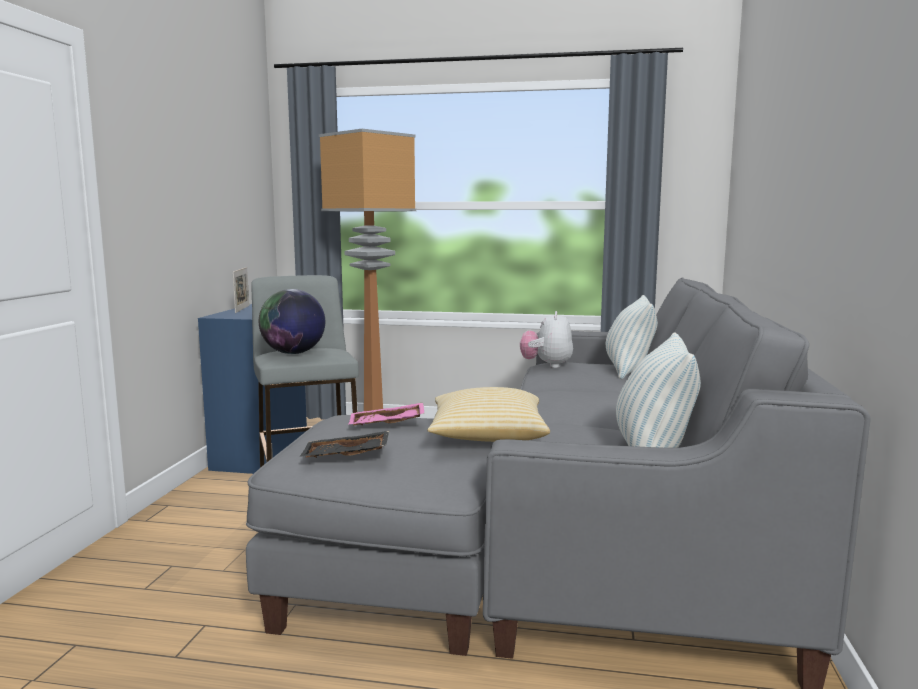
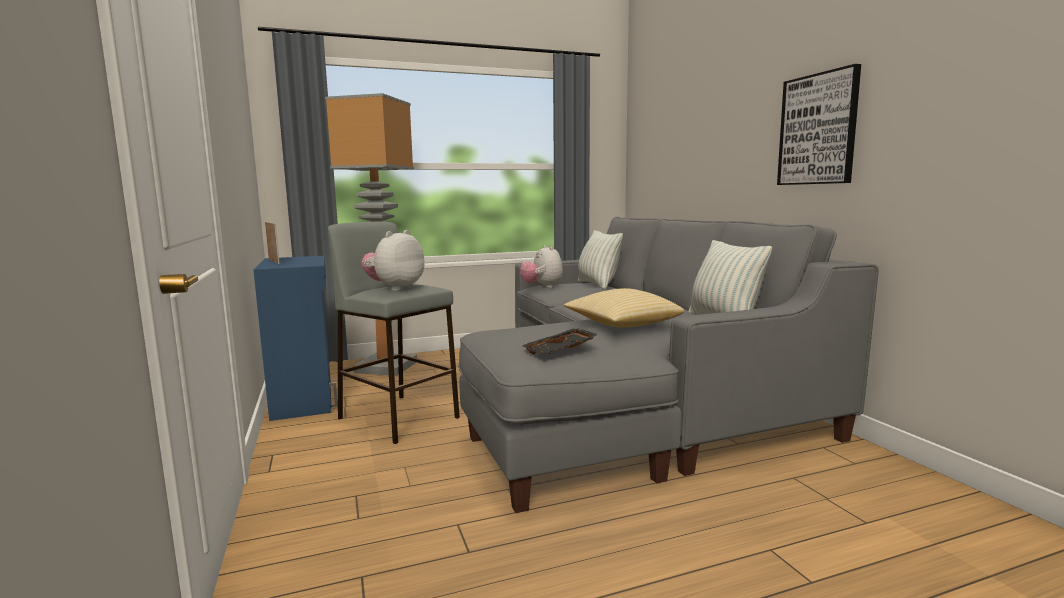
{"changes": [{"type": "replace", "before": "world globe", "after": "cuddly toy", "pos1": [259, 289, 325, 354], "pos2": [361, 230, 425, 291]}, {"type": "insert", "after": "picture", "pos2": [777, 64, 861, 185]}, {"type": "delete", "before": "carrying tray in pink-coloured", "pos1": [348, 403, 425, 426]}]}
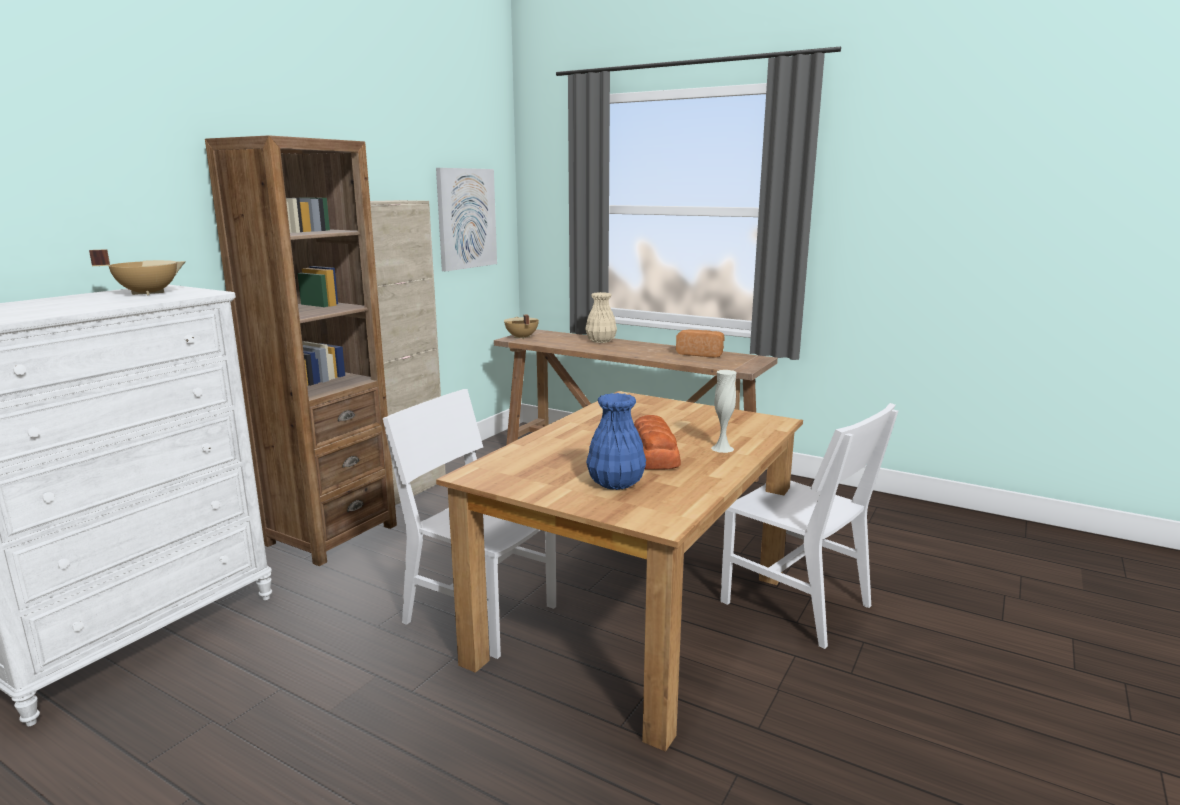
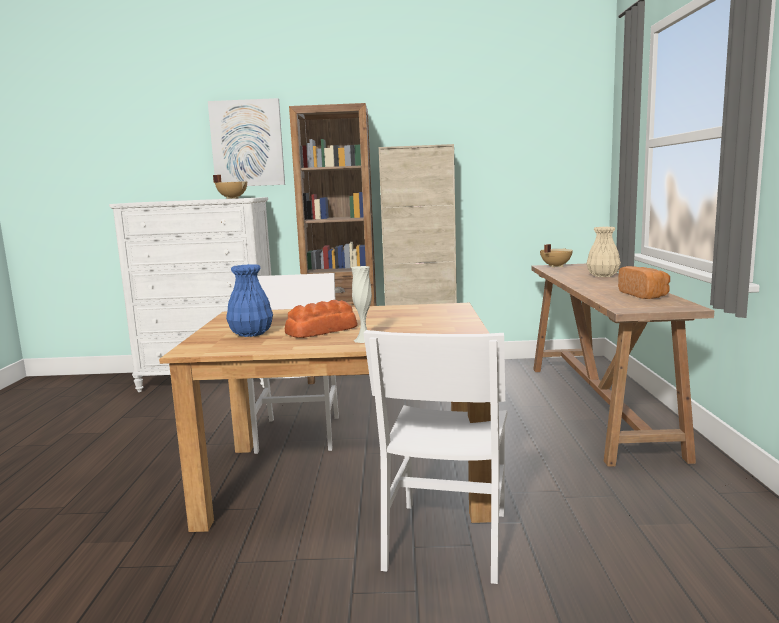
{"changes": [{"type": "move", "before": "picture", "pos1": [436, 168, 497, 271], "pos2": [208, 98, 285, 186]}]}
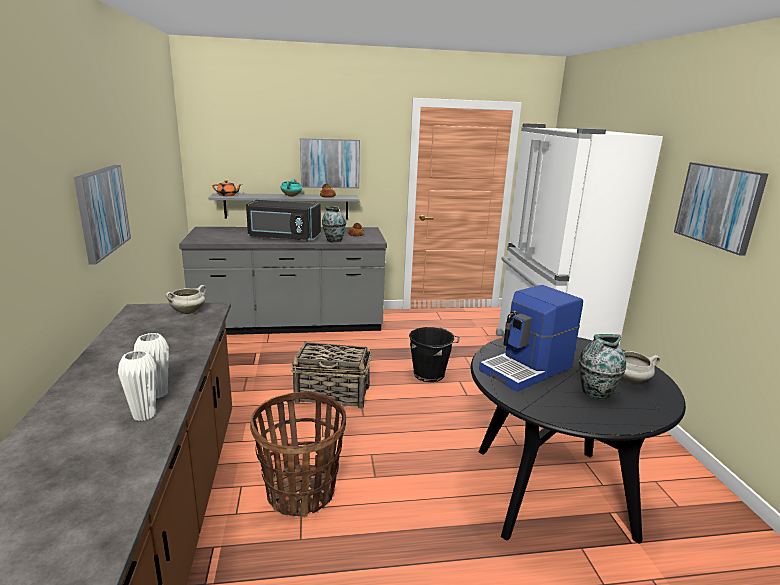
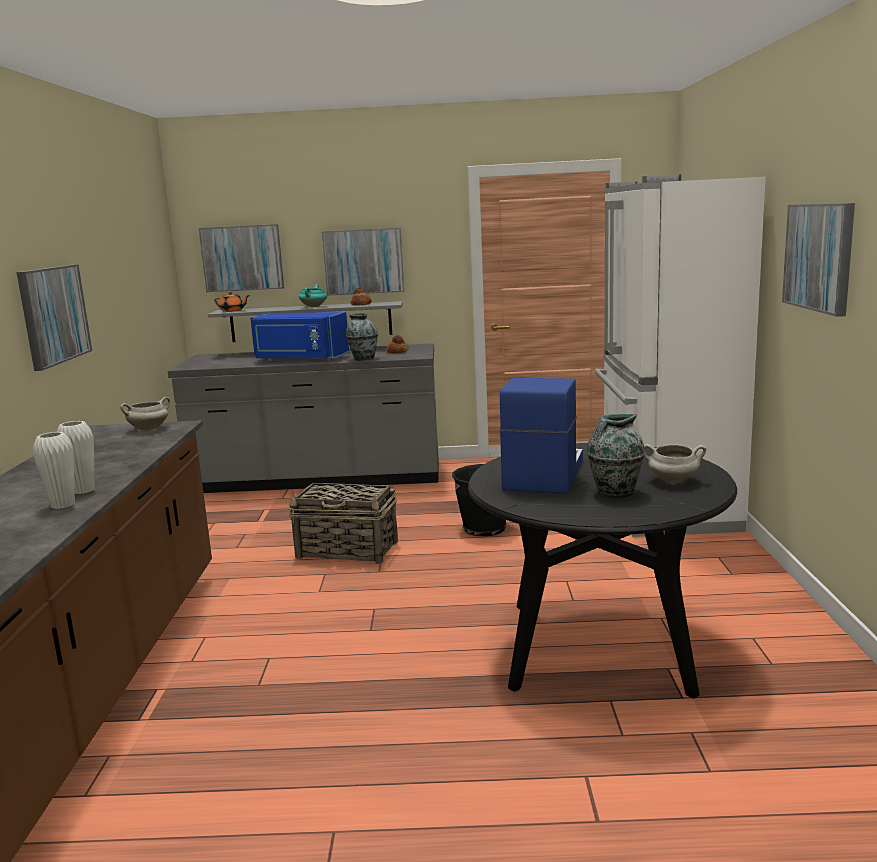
{"changes": [{"type": "insert", "after": "picture", "pos2": [199, 224, 284, 292]}, {"type": "recolor", "before": "microwave oven in black-coloured", "after": "microwave oven in blue-coloured", "pos1": [246, 200, 321, 241], "pos2": [250, 312, 349, 361]}, {"type": "rotate", "before": "coffee brewer", "pos1": [479, 285, 583, 392], "pos2": [499, 378, 583, 494], "turn": 135}, {"type": "delete", "before": "basket", "pos1": [250, 392, 346, 517]}]}
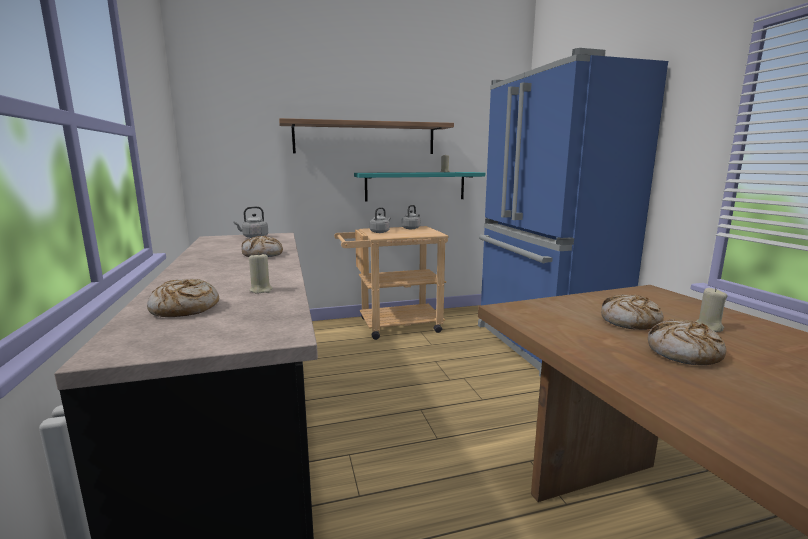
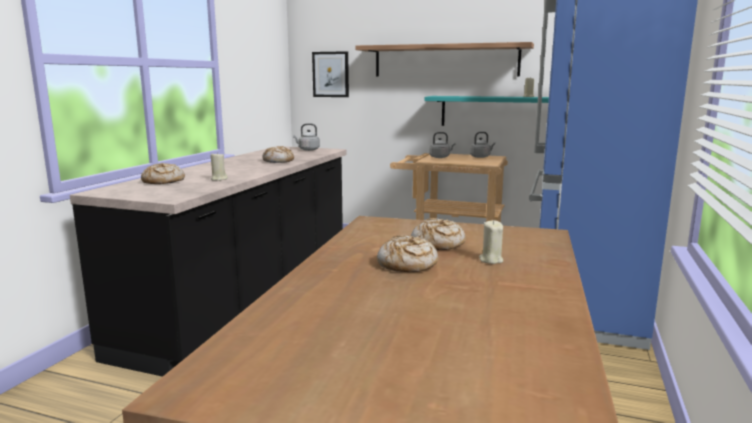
{"changes": [{"type": "insert", "after": "picture", "pos2": [312, 51, 349, 97]}]}
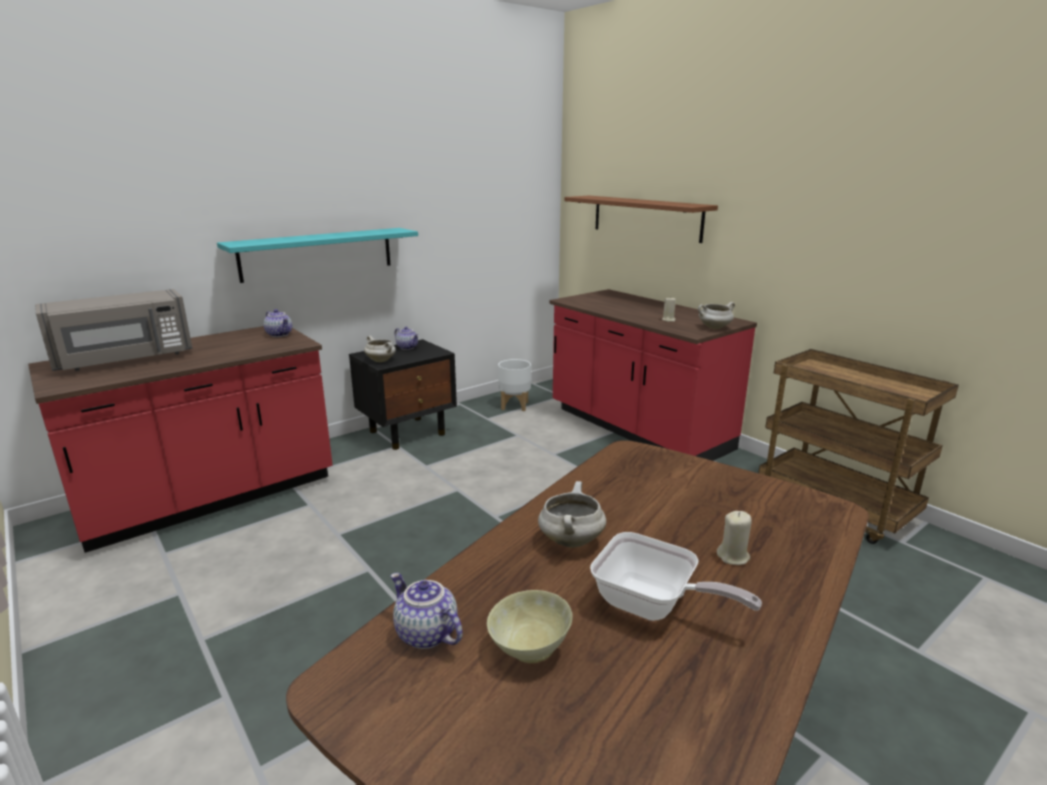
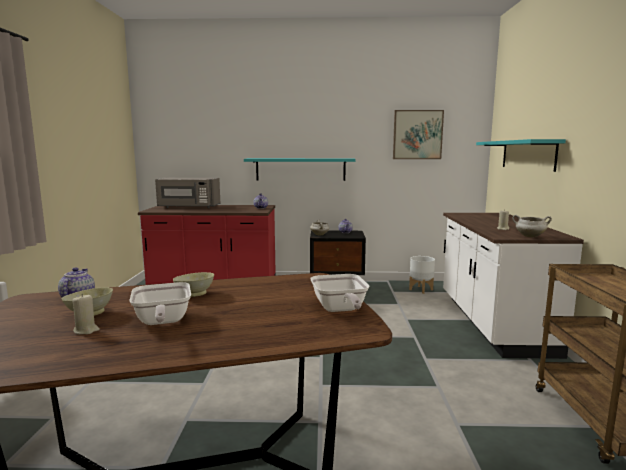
{"changes": [{"type": "move", "before": "wax candle in sand-coloured", "pos1": [717, 511, 752, 565], "pos2": [72, 294, 100, 334]}, {"type": "replace", "before": "saucepot in white", "after": "bowl in sand-coloured", "pos1": [538, 481, 606, 548], "pos2": [173, 272, 214, 297]}, {"type": "insert", "after": "pan", "pos2": [310, 274, 369, 312]}, {"type": "insert", "after": "picture", "pos2": [393, 110, 444, 159]}, {"type": "recolor", "before": "kitchen base unit in red", "after": "kitchen base unit in white", "pos1": [550, 289, 757, 461], "pos2": [443, 213, 584, 359]}, {"type": "recolor", "before": "wall shelf in brownish", "after": "wall shelf in blue-green", "pos1": [564, 196, 718, 243], "pos2": [476, 139, 566, 172]}]}
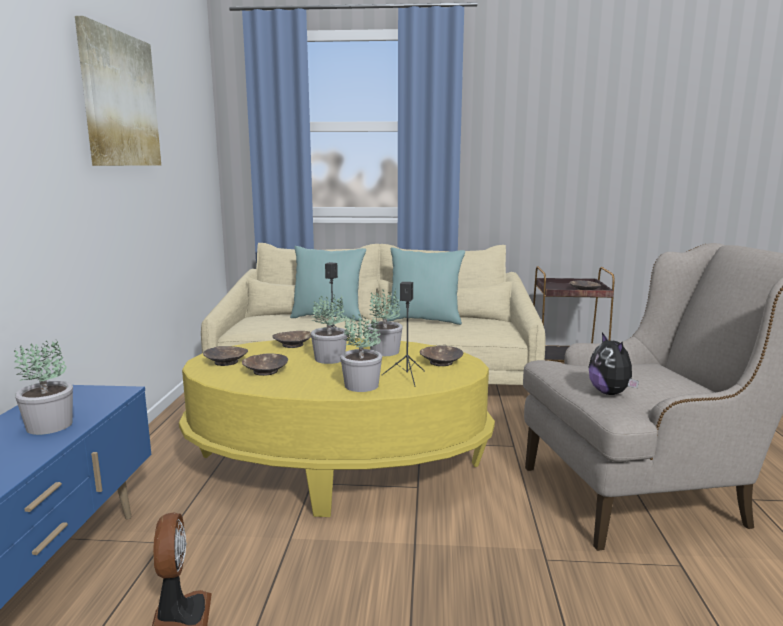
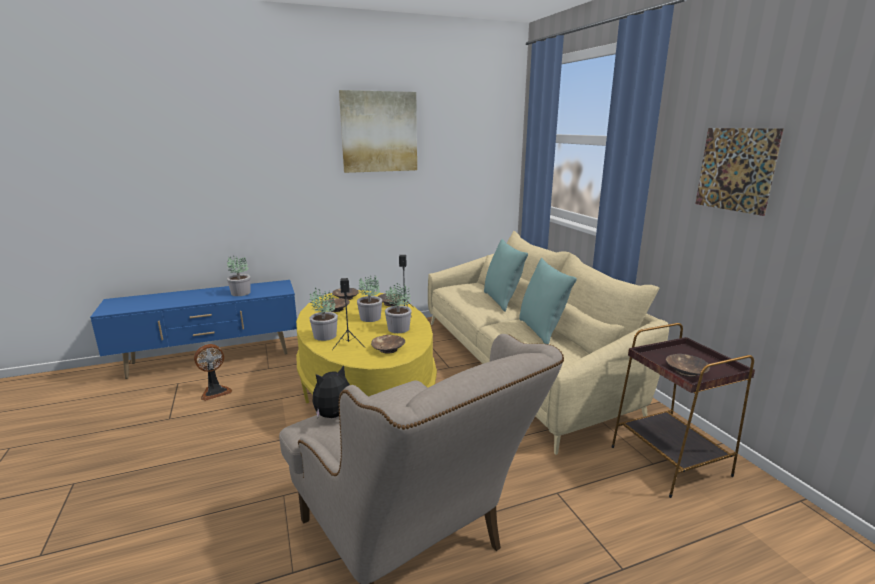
{"changes": [{"type": "insert", "after": "picture", "pos2": [695, 128, 784, 216]}]}
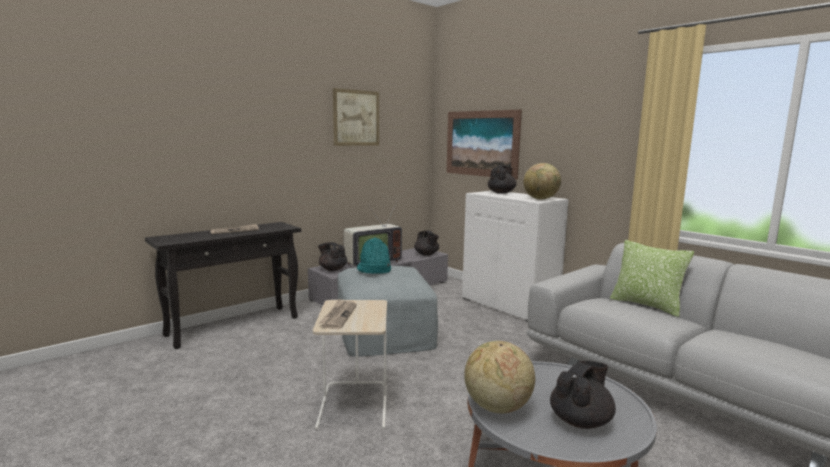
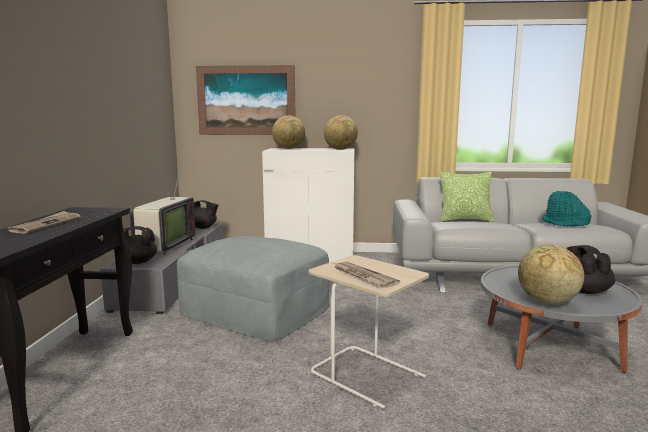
{"changes": [{"type": "replace", "before": "pot for tea in black-coloured", "after": "world globe", "pos1": [488, 166, 516, 194], "pos2": [272, 115, 305, 149]}, {"type": "move", "before": "wearable hat in blue-green", "pos1": [357, 237, 391, 274], "pos2": [542, 191, 592, 227]}, {"type": "delete", "before": "picture", "pos1": [333, 88, 379, 146]}]}
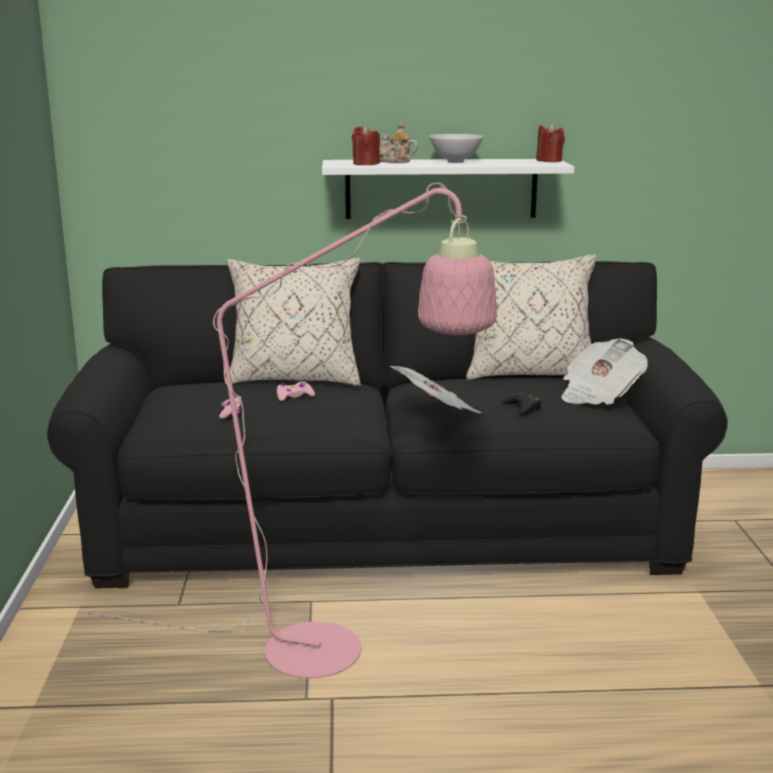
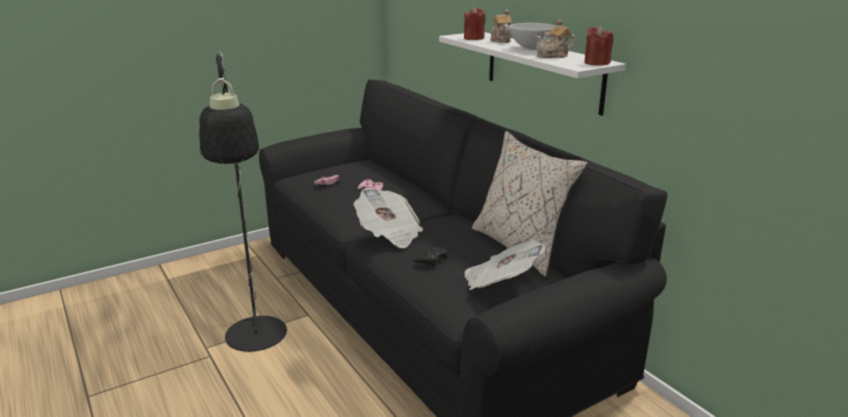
{"changes": [{"type": "recolor", "before": "standing lamp in pink-coloured", "after": "standing lamp in black-coloured", "pos1": [78, 182, 497, 679], "pos2": [199, 51, 287, 352]}, {"type": "insert", "after": "pot for tea", "pos2": [535, 19, 575, 58]}, {"type": "delete", "before": "pillow in sand-coloured", "pos1": [225, 258, 361, 386]}]}
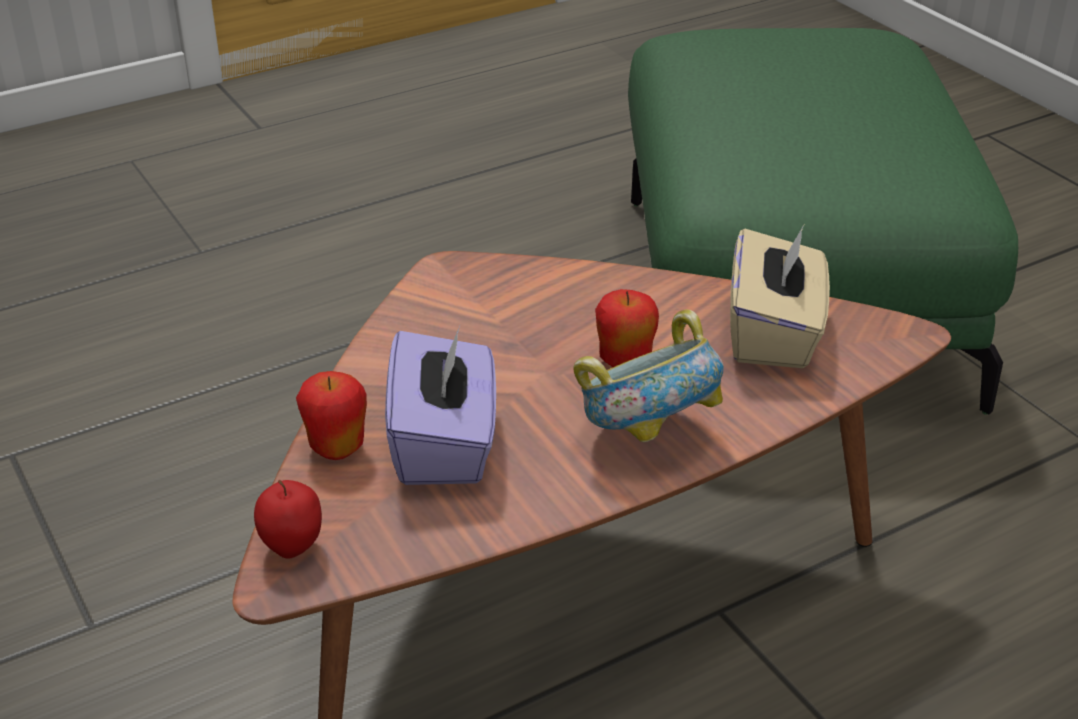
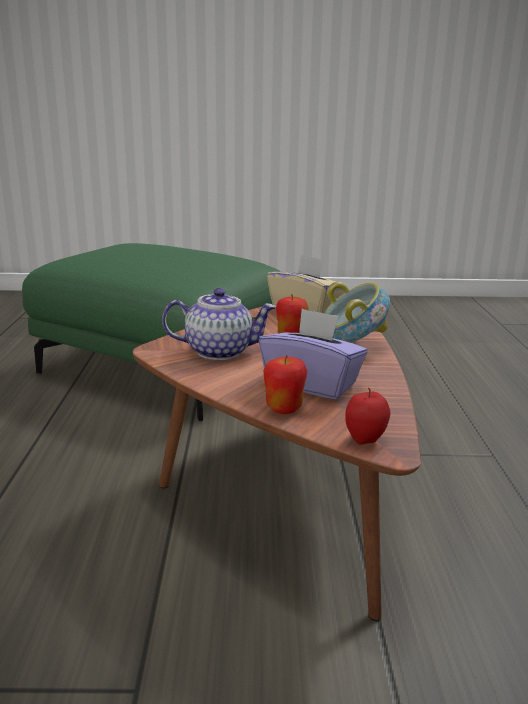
{"changes": [{"type": "insert", "after": "pot for tea", "pos2": [162, 288, 276, 360]}]}
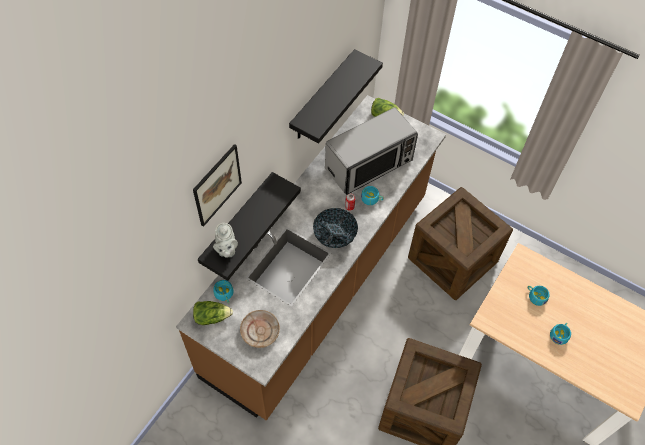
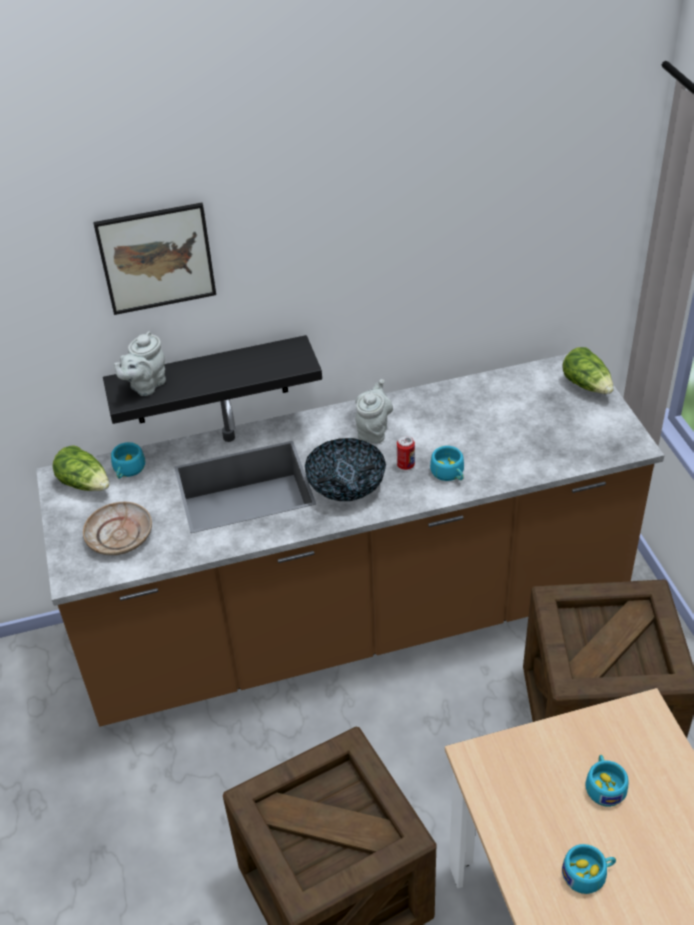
{"changes": [{"type": "insert", "after": "pot for tea in gray", "pos2": [355, 379, 393, 444]}, {"type": "delete", "before": "wall shelf in black-coloured", "pos1": [289, 49, 383, 144]}, {"type": "delete", "before": "microwave oven", "pos1": [325, 107, 418, 195]}]}
